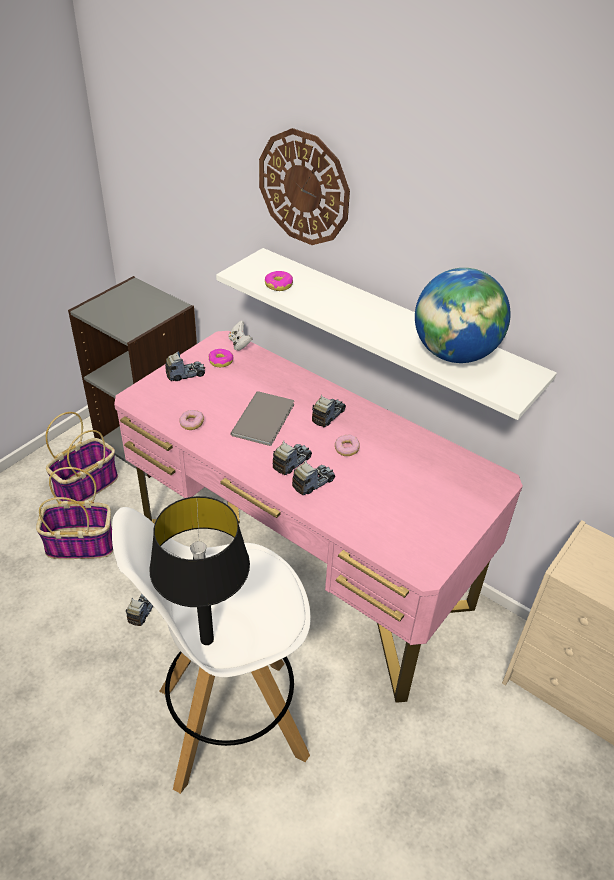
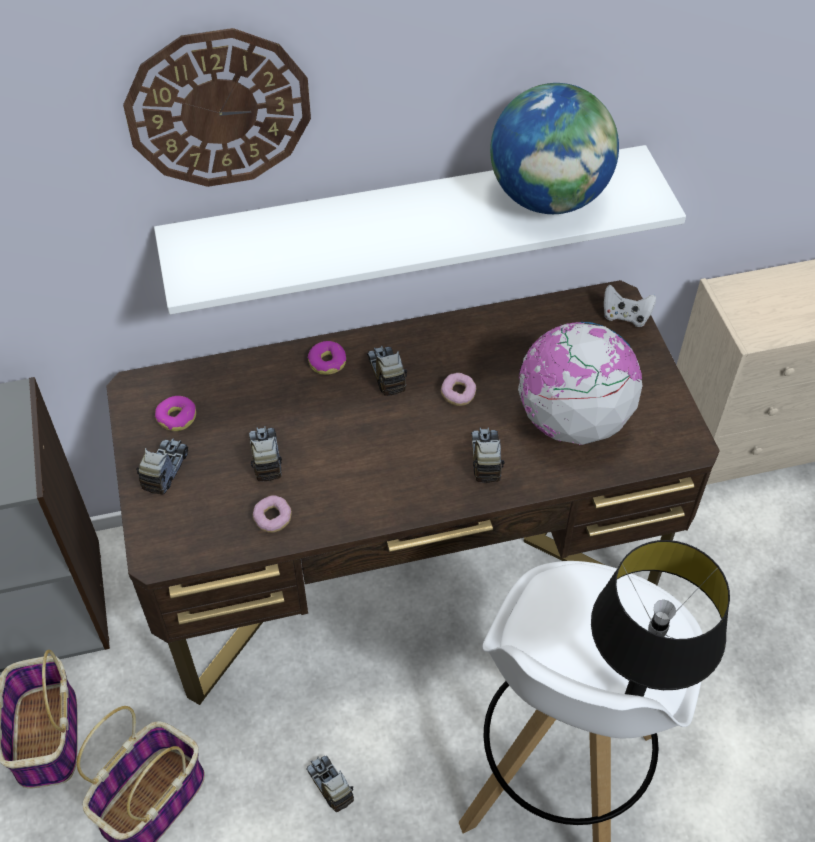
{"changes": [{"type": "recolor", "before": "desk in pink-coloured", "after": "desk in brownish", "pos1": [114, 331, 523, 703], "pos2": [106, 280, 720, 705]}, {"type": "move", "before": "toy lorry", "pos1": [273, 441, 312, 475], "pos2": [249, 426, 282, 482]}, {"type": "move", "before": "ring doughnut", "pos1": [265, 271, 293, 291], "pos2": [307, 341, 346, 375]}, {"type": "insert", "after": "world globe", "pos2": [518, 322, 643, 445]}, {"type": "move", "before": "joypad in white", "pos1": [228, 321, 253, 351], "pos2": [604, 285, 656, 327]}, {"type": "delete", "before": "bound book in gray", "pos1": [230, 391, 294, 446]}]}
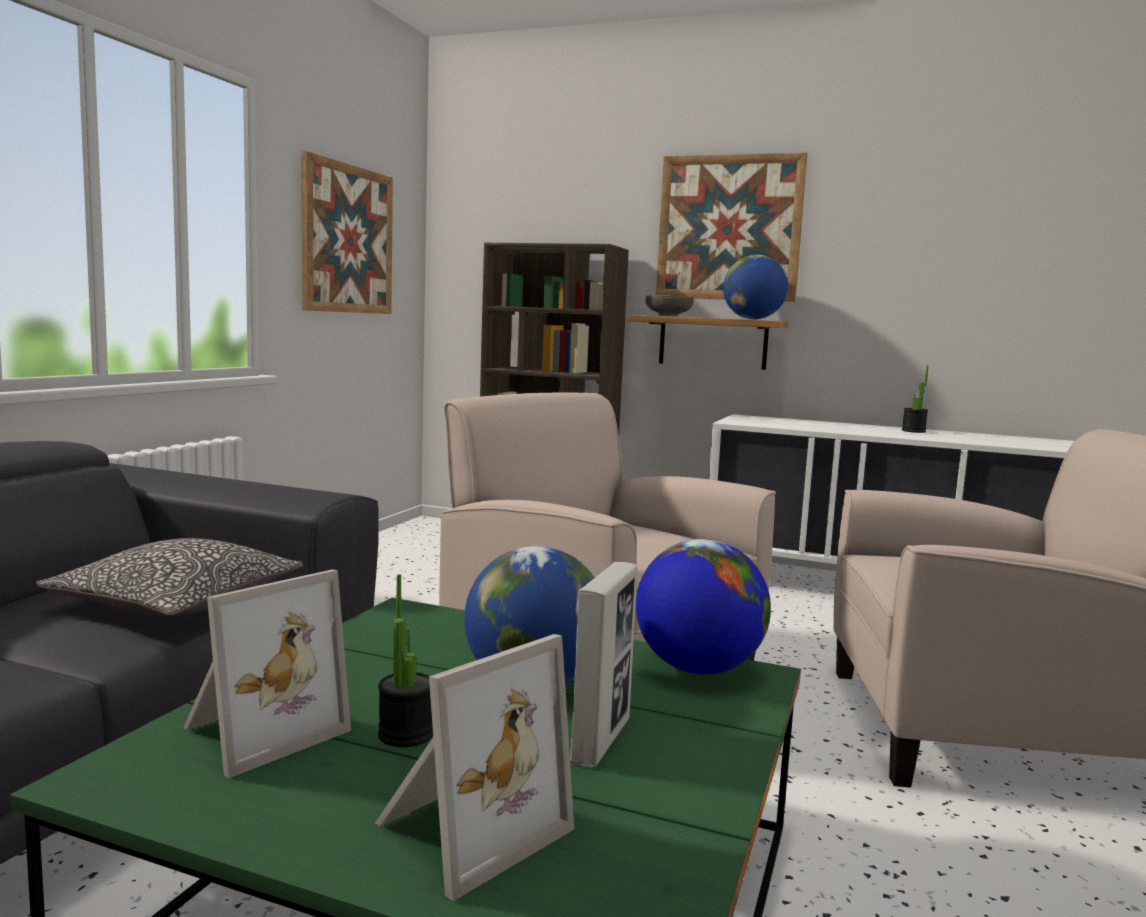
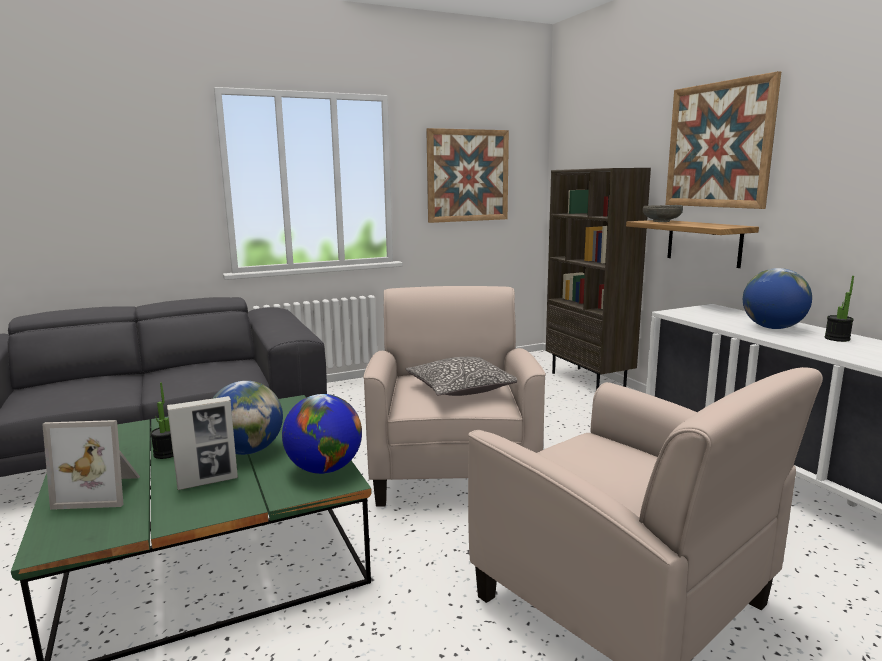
{"changes": [{"type": "move", "before": "pillow", "pos1": [36, 538, 304, 616], "pos2": [405, 357, 517, 396]}, {"type": "move", "before": "world globe", "pos1": [723, 255, 788, 319], "pos2": [743, 268, 812, 329]}, {"type": "delete", "before": "standing frame", "pos1": [183, 569, 351, 778]}]}
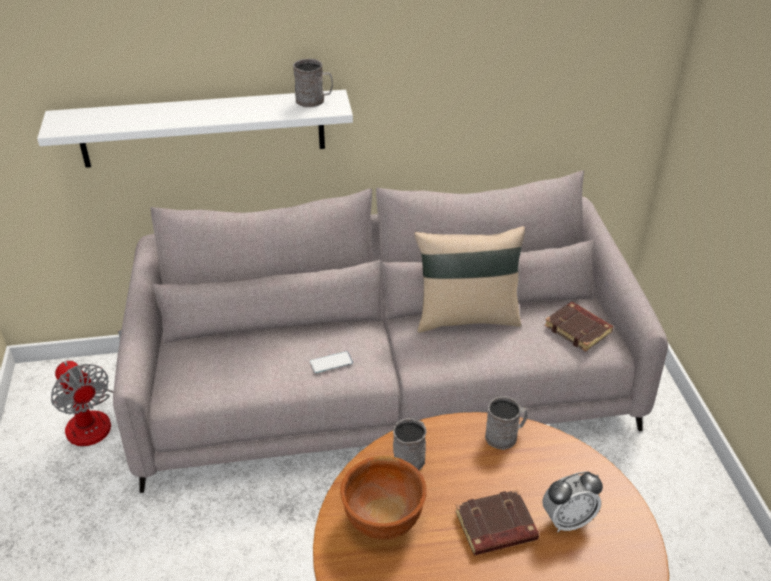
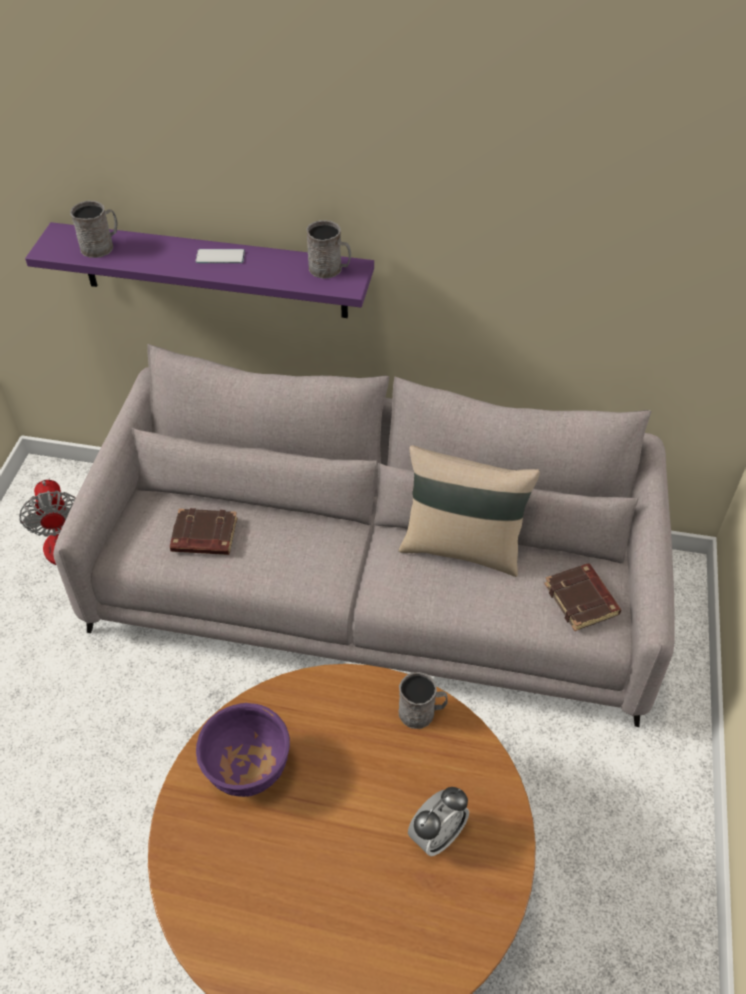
{"changes": [{"type": "recolor", "before": "wall shelf in white", "after": "wall shelf in purple", "pos1": [37, 90, 353, 168], "pos2": [25, 222, 374, 318]}, {"type": "move", "before": "tea mug in gray", "pos1": [393, 418, 426, 470], "pos2": [70, 201, 118, 258]}, {"type": "move", "before": "bound book in brownish", "pos1": [455, 489, 539, 555], "pos2": [170, 508, 237, 555]}, {"type": "move", "before": "telephone", "pos1": [310, 351, 353, 373], "pos2": [196, 249, 245, 263]}, {"type": "recolor", "before": "bowl in brownish", "after": "bowl in purple", "pos1": [340, 456, 427, 540], "pos2": [196, 703, 290, 797]}, {"type": "rotate", "before": "bedside clock", "pos1": [542, 471, 603, 532], "pos2": [408, 787, 469, 856], "turn": -45}]}
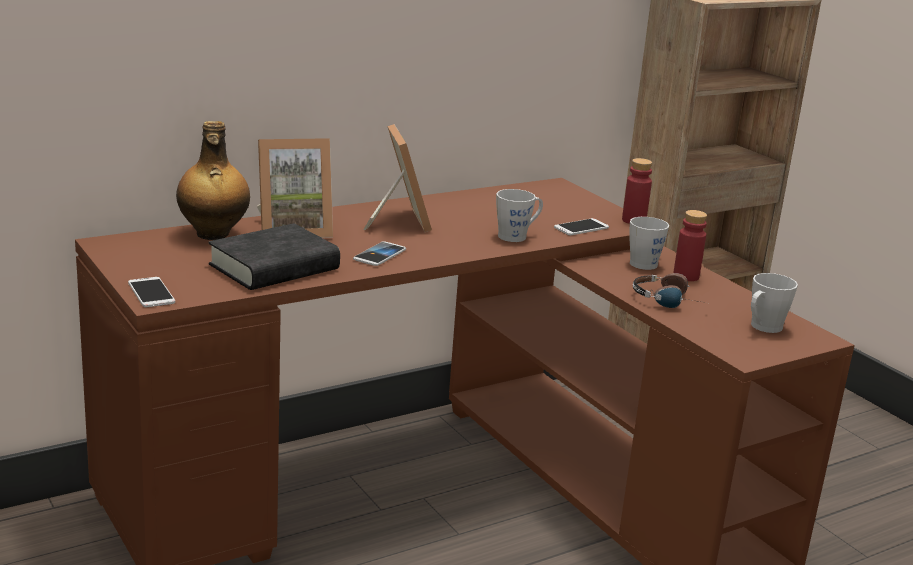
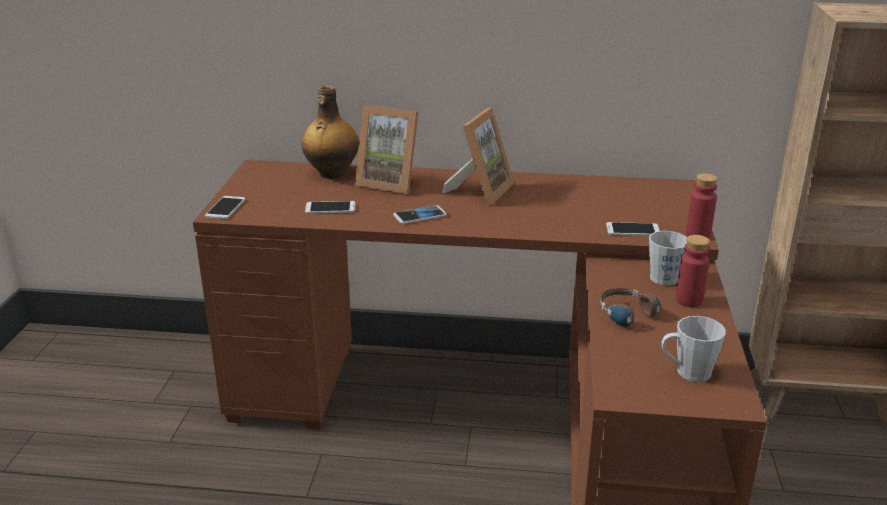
{"changes": [{"type": "replace", "before": "bound book in black-coloured", "after": "telephone", "pos1": [208, 223, 340, 290], "pos2": [305, 201, 355, 214]}, {"type": "delete", "before": "tea mug in gray", "pos1": [496, 189, 543, 242]}]}
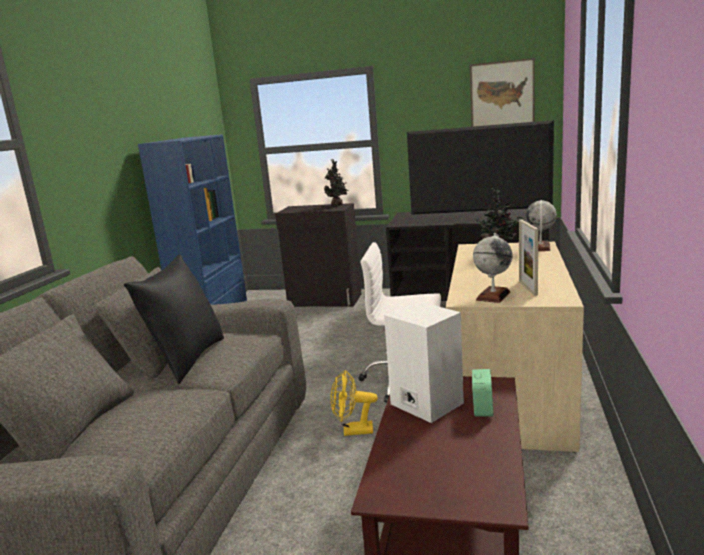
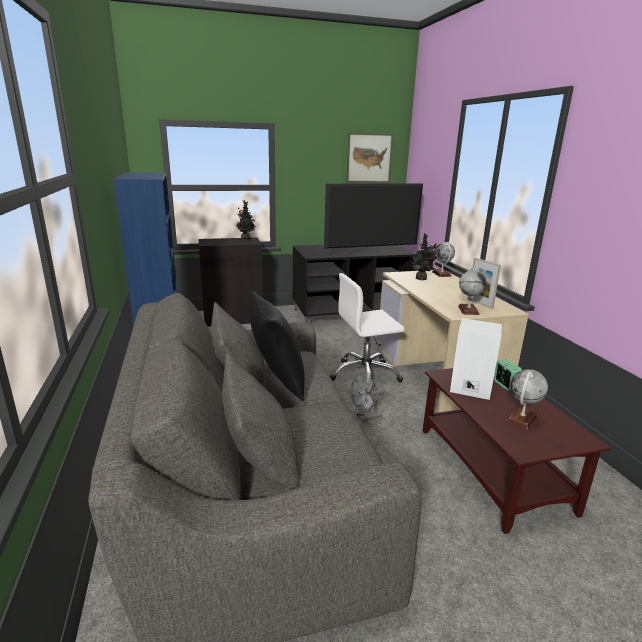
{"changes": [{"type": "recolor", "before": "electric fan in yellowish", "after": "electric fan in gray", "pos1": [331, 370, 378, 436], "pos2": [350, 373, 385, 422]}, {"type": "insert", "after": "world globe", "pos2": [506, 369, 548, 429]}]}
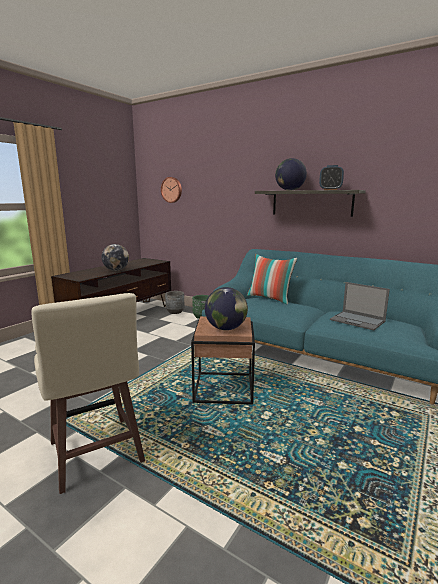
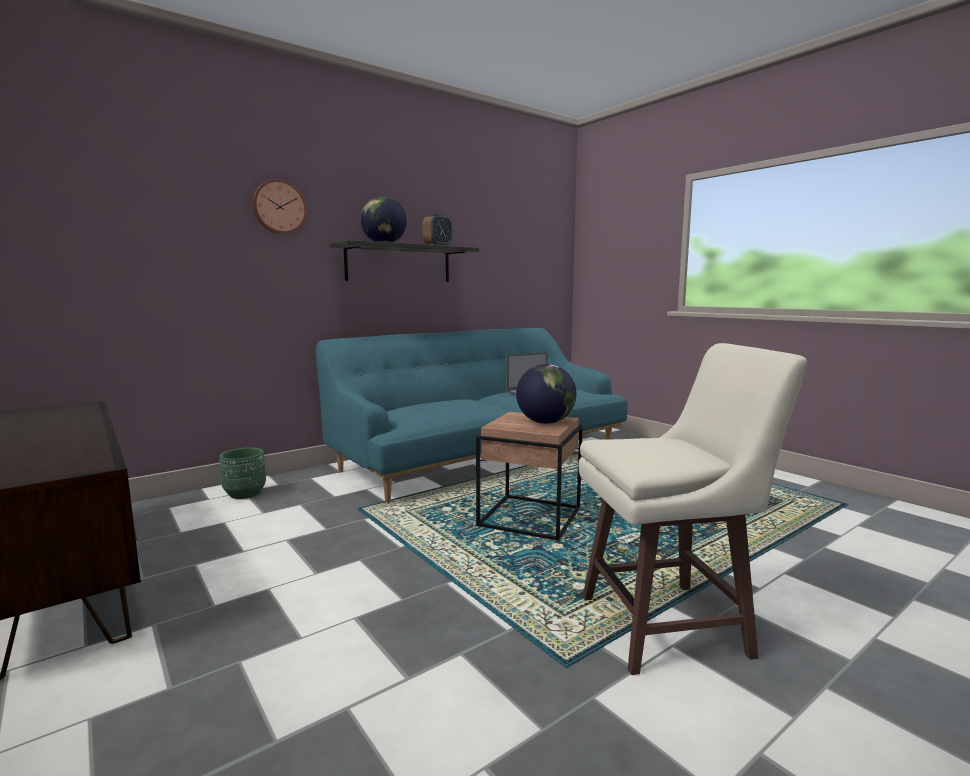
{"changes": [{"type": "move", "before": "clock on the wall", "pos1": [161, 177, 182, 203], "pos2": [252, 179, 307, 234]}, {"type": "delete", "before": "world globe", "pos1": [101, 244, 129, 271]}, {"type": "delete", "before": "plant pot in gray", "pos1": [165, 291, 185, 314]}, {"type": "delete", "before": "pillow", "pos1": [247, 254, 297, 304]}]}
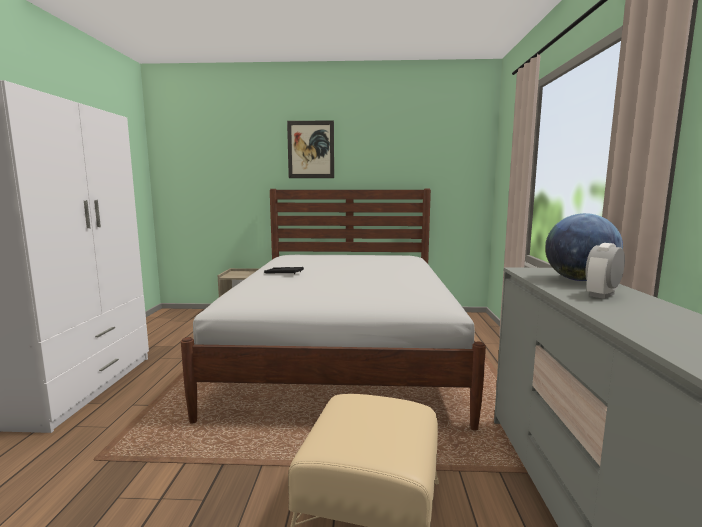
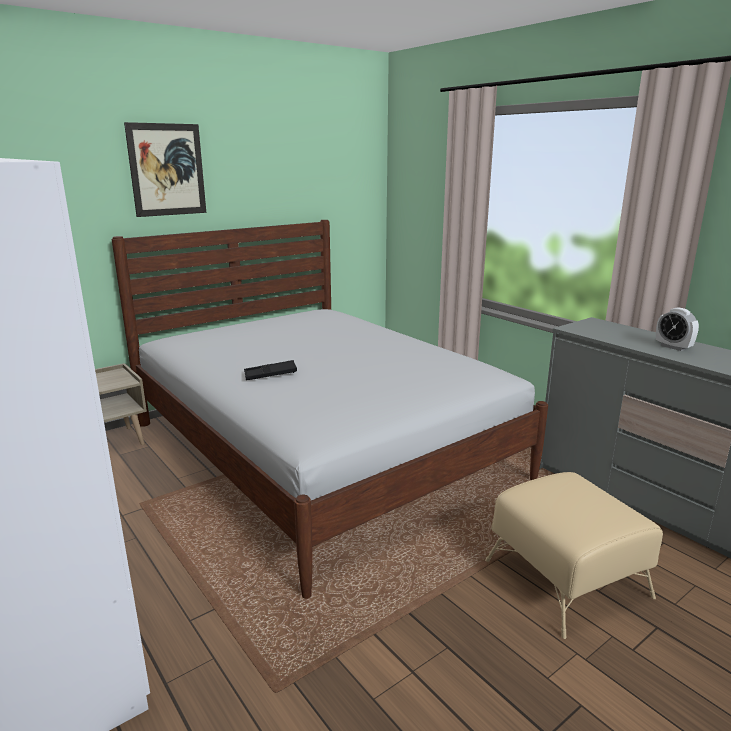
{"changes": [{"type": "rotate", "before": "bedside clock", "pos1": [585, 243, 625, 299], "pos2": [656, 307, 699, 351], "turn": -45}, {"type": "delete", "before": "world globe", "pos1": [545, 213, 623, 281]}]}
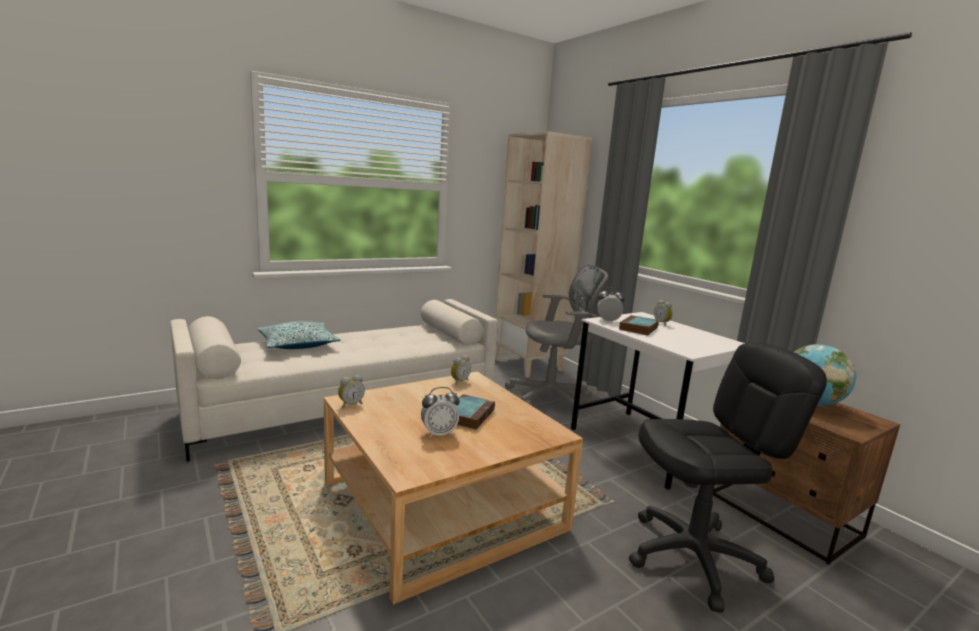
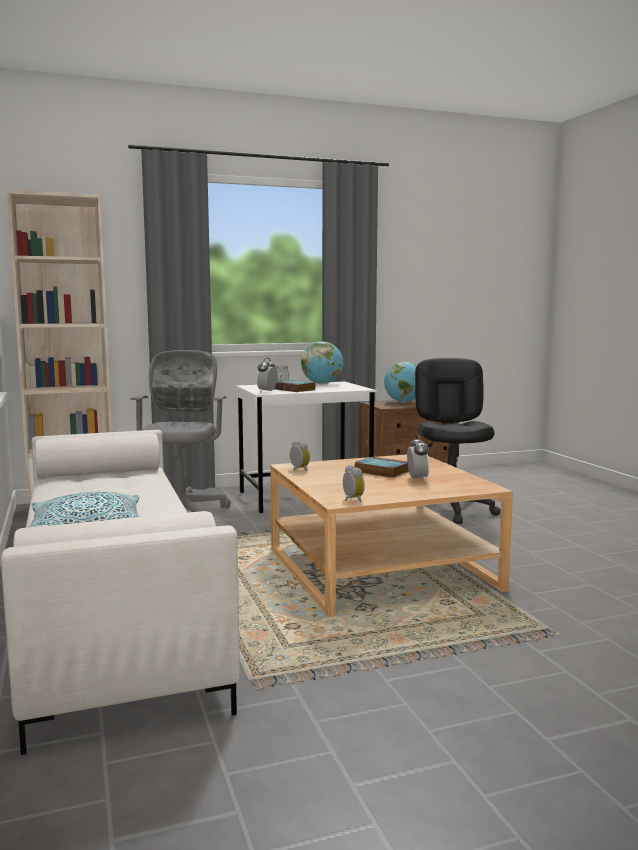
{"changes": [{"type": "insert", "after": "world globe", "pos2": [301, 341, 343, 384]}]}
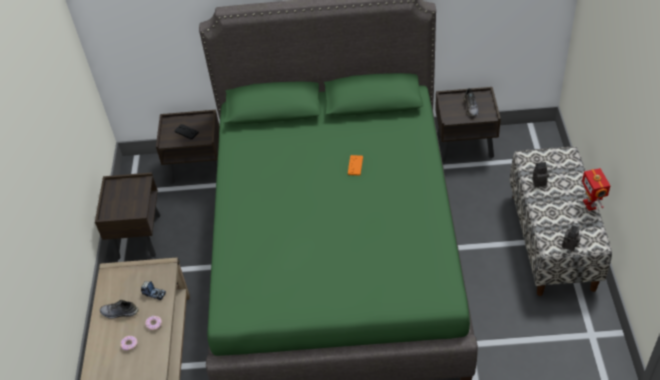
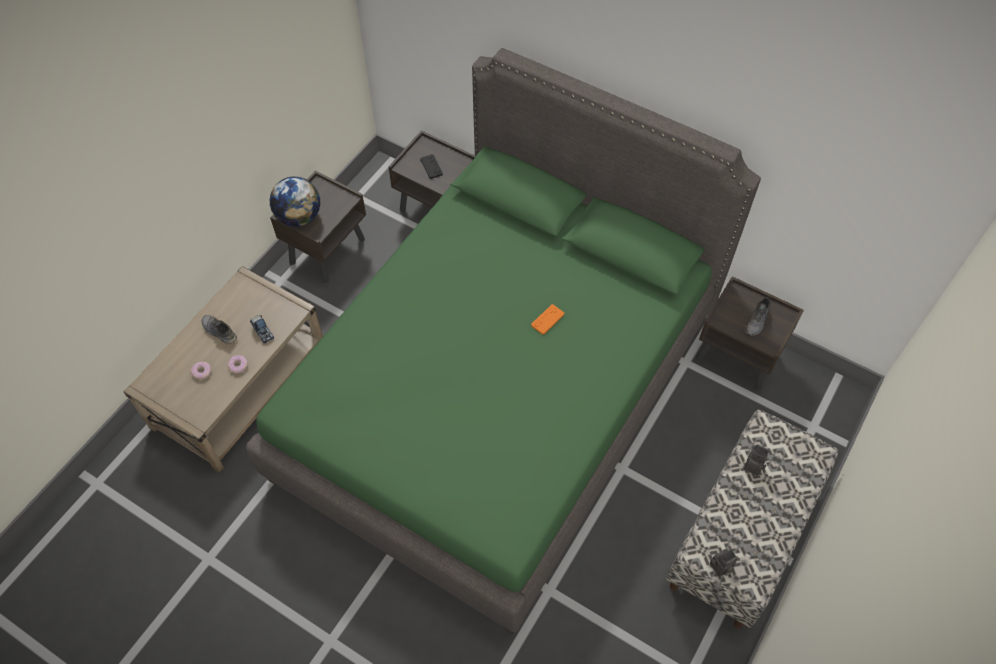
{"changes": [{"type": "insert", "after": "world globe", "pos2": [270, 177, 320, 227]}, {"type": "delete", "before": "toy robot", "pos1": [582, 168, 610, 211]}]}
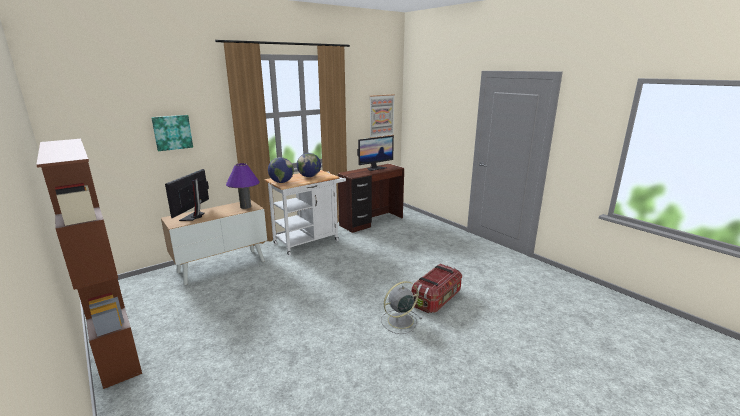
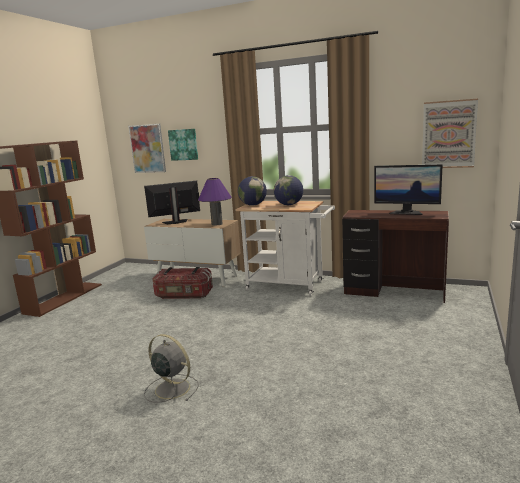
{"changes": [{"type": "insert", "after": "picture", "pos2": [128, 124, 166, 173]}, {"type": "move", "before": "storage bin", "pos1": [412, 264, 462, 313], "pos2": [152, 267, 213, 299]}]}
